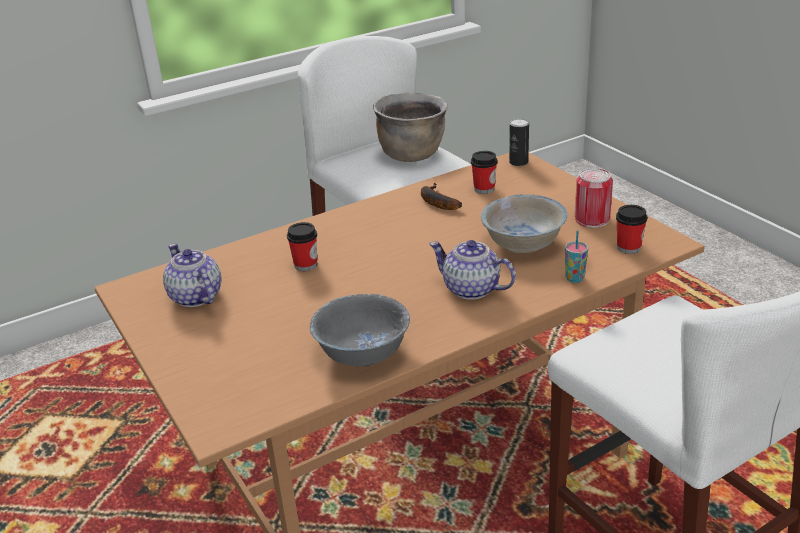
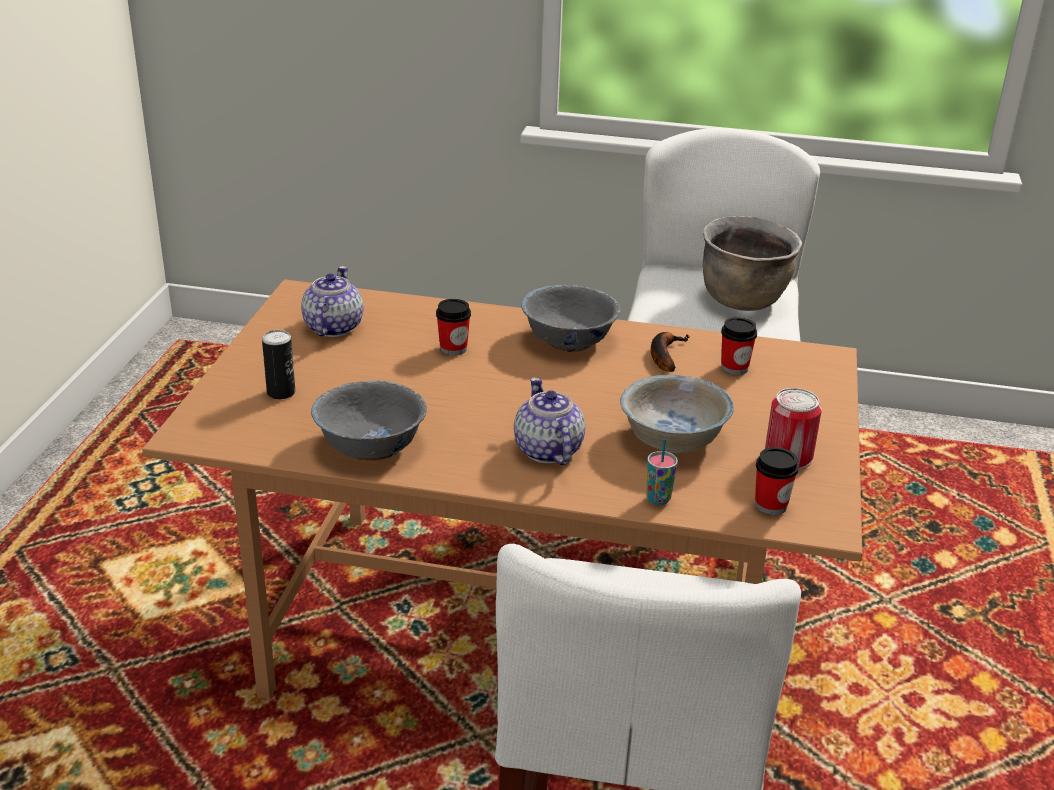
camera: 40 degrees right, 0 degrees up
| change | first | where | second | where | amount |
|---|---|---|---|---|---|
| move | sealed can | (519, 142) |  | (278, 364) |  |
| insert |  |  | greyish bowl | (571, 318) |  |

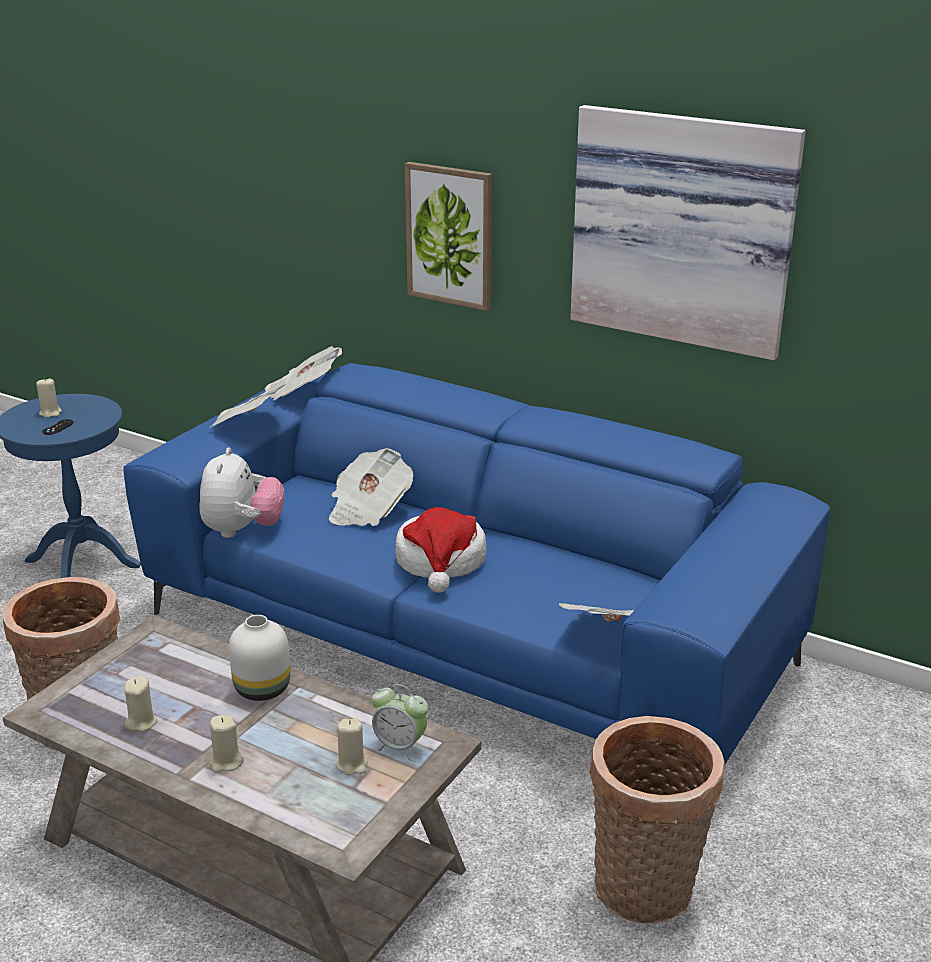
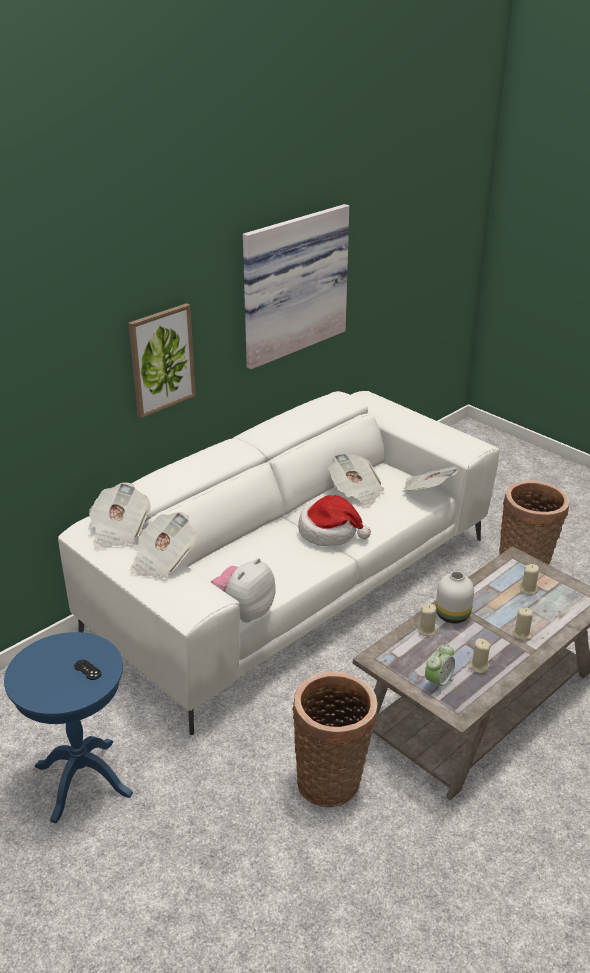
camera: 75 degrees left, 5 degrees up
| change | first | where | second | where | amount |
|---|---|---|---|---|---|
| recolor | bluish couch | (476, 564) | white couch | (278, 563) |  |
| rotate | cuddly toy | (241, 493) |  | (243, 590) | 75 degrees counterclockwise |
| move | daily paper | (371, 487) |  | (356, 480) |  |
| move | beige-coloured wax candle | (49, 398) |  | (427, 620) |  |
| move | table clock | (400, 723) |  | (440, 669) |  |

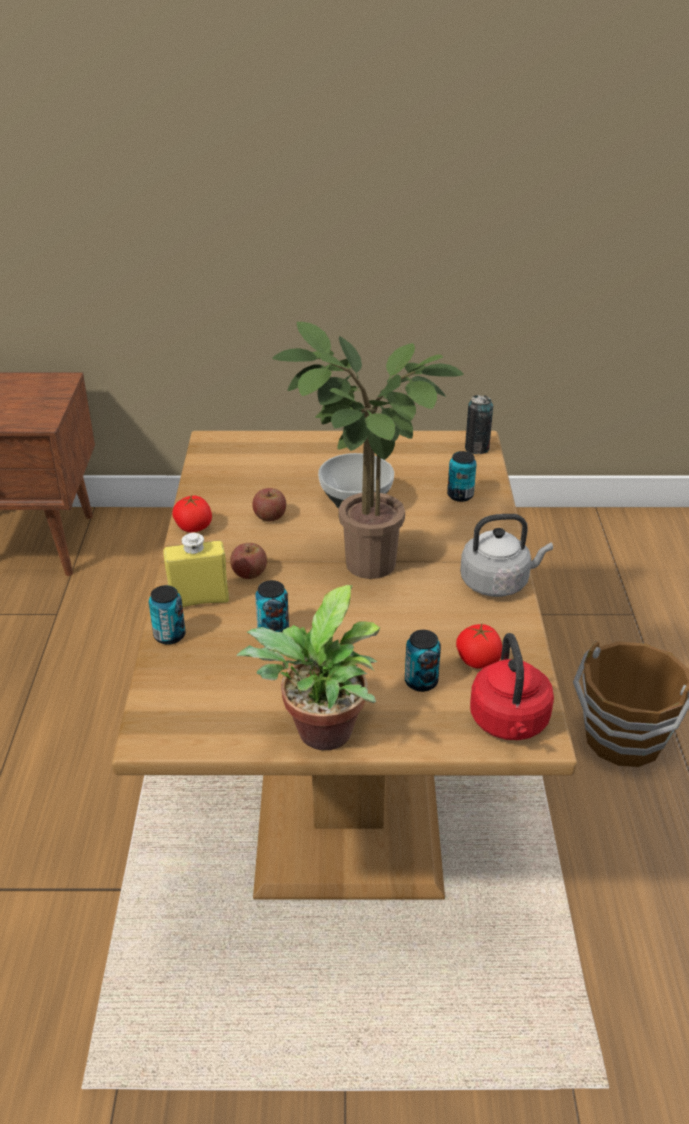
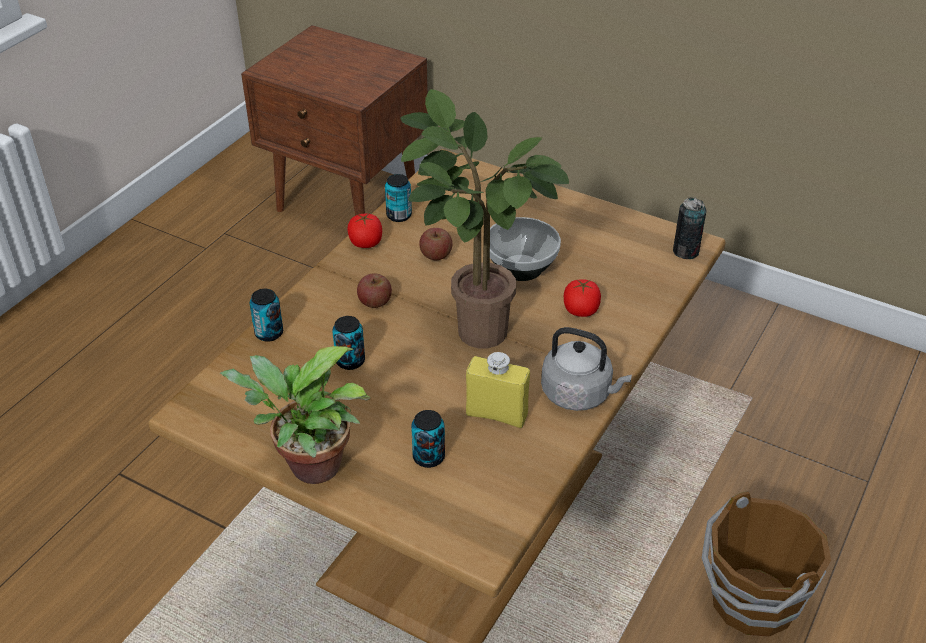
camera: 30 degrees right, 5 degrees up
| change | first | where | second | where | amount |
|---|---|---|---|---|---|
| move | sealed can | (462, 476) |  | (398, 198) |  |
| move | yellowish bottle | (196, 570) |  | (498, 390) |  |
| move | whole tomato | (479, 646) |  | (582, 298) |  |
| delete | red-coloured tea kettle | (512, 686) |  |  |  |

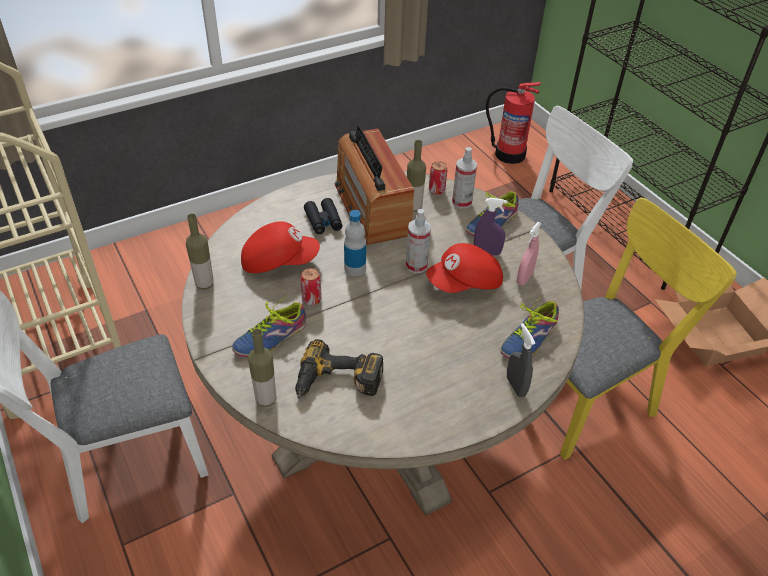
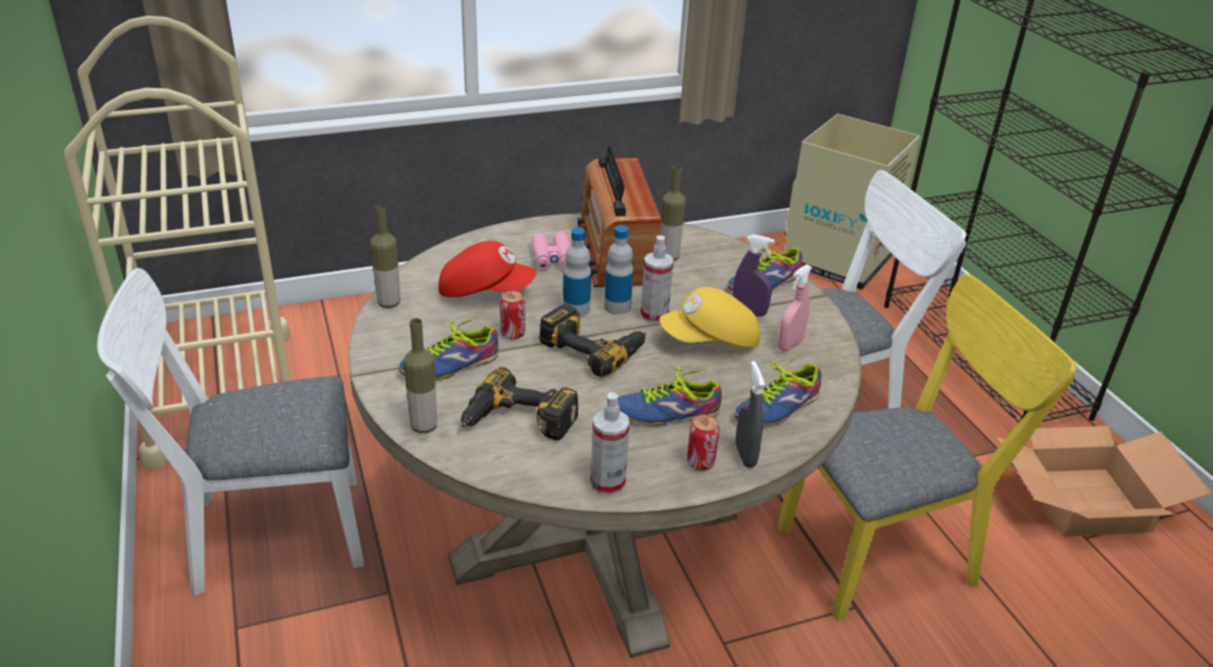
camera: 10 degrees right, 10 degrees down
| change | first | where | second | where | amount |
|---|---|---|---|---|---|
| recolor | black field glasses | (323, 216) | pink-coloured field glasses | (550, 251) |  |
| insert |  |  | power drill | (592, 340) |  |
| move | hand sprayer | (464, 178) |  | (610, 444) |  |
| insert |  |  | bottle | (618, 270) |  |
| insert |  |  | shoe | (670, 396) |  |
| recolor | red-coloured baseball cap | (464, 268) | yellowish baseball cap | (710, 317) |  |
| move | sealed can | (438, 178) |  | (703, 442) |  |
| replace | extinguisher | (513, 123) | cardboard box | (852, 202) |  |

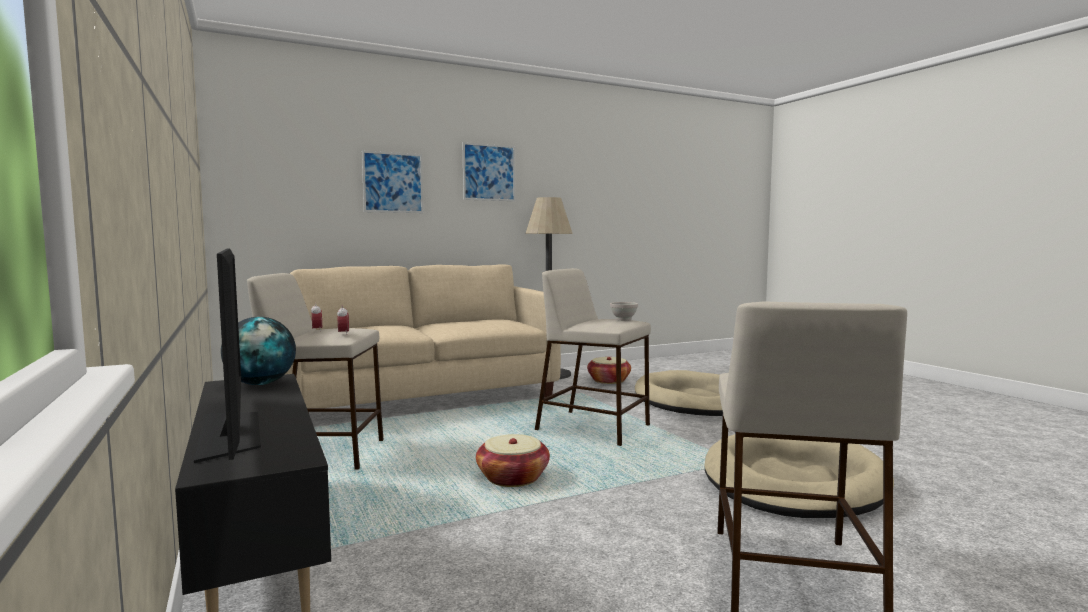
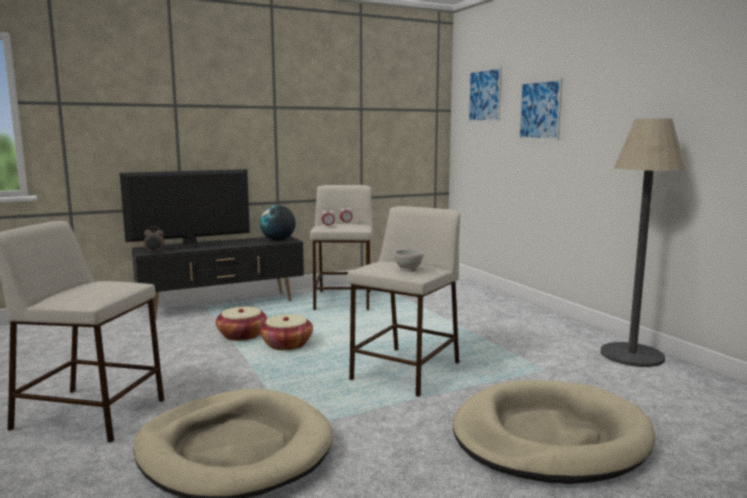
camera: 90 degrees right, 5 degrees up
| change | first | where | second | where | amount |
|---|---|---|---|---|---|
| insert |  |  | table clock | (154, 240) |  |
| move | basket | (609, 370) |  | (241, 323) |  |
| move | wall picture | (489, 171) |  | (485, 94) |  |
| delete | beige-coloured couch | (422, 336) |  |  |  |

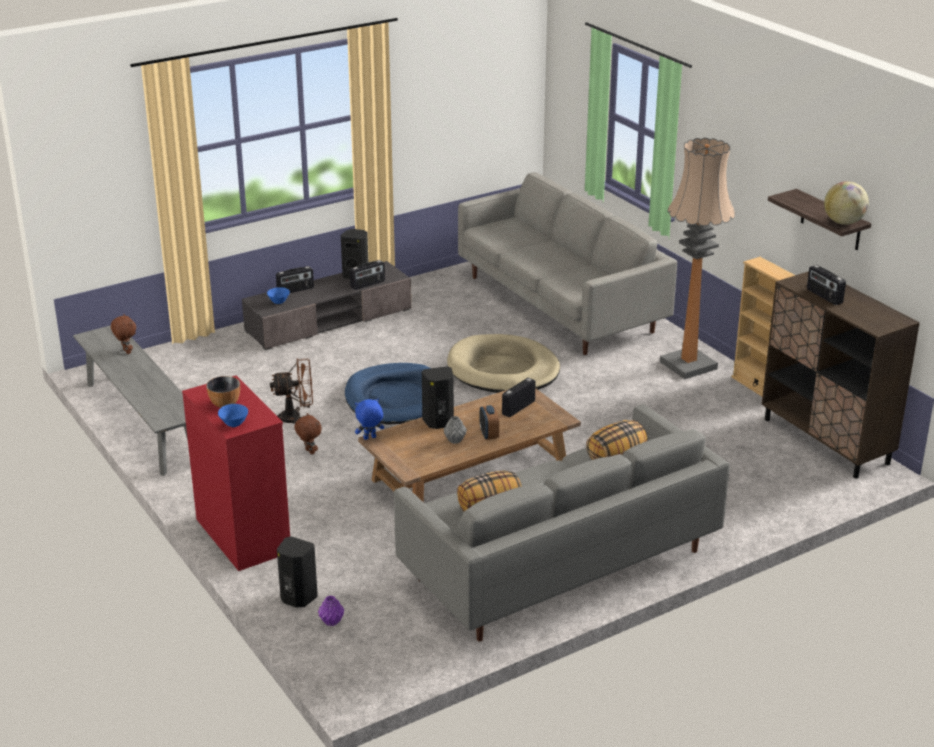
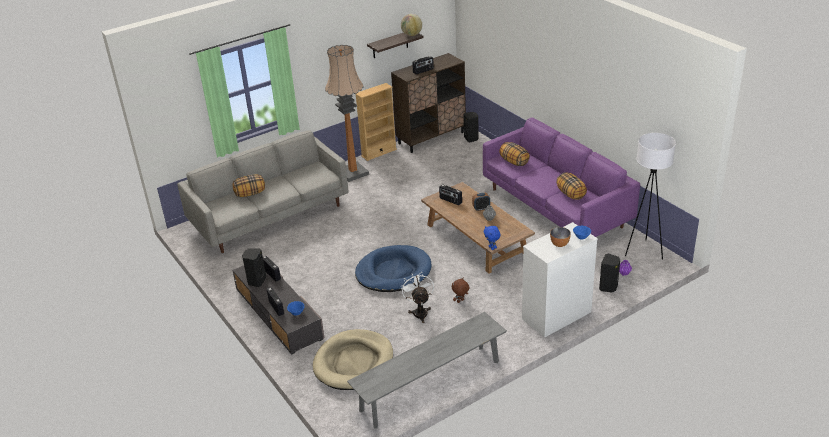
camera: 90 degrees left, 5 degrees up
| change | first | where | second | where | amount |
|---|---|---|---|---|---|
| insert |  |  | cushion | (249, 185) |  |
| move | beige-coloured pet bed | (503, 363) |  | (353, 359) |  |
| recolor | brownish fan | (291, 391) | white fan | (417, 298) |  |
| move | black loudspeaker | (438, 397) |  | (471, 127) |  |
| recolor | greyish couch | (562, 523) | purple-coloured couch | (561, 177) |  |
| recolor | red-coloured dresser | (236, 473) | white dresser | (560, 280) |  |
| insert |  |  | white standard lamp | (650, 196) |  |
| delete | brownish cuddly toy | (123, 334) |  |  |  |

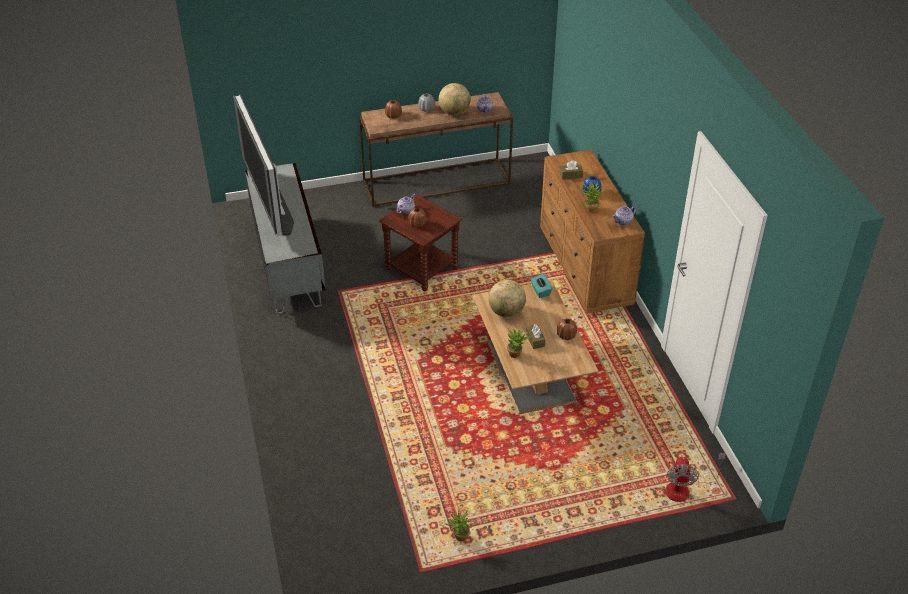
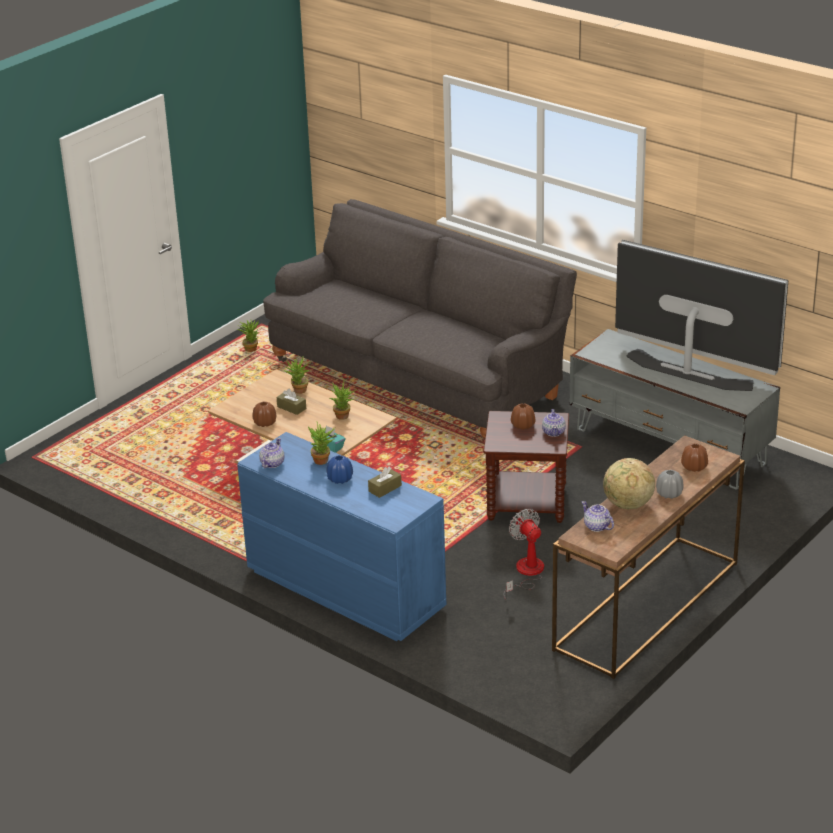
camera: 145 degrees right, 10 degrees down
| change | first | where | second | where | amount |
|---|---|---|---|---|---|
| recolor | brownish dresser | (592, 231) | bluish dresser | (341, 536) |  |
| insert |  |  | greyish couch | (420, 318) |  |
| replace | desk globe | (507, 298) | plant in a pot | (343, 400) |  |
| move | fan | (695, 477) |  | (524, 554) |  |

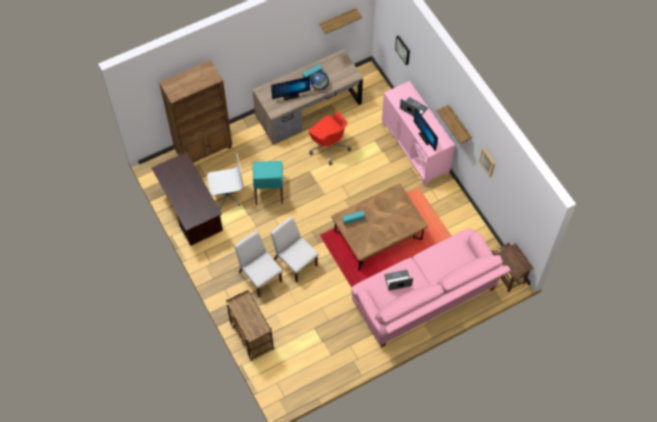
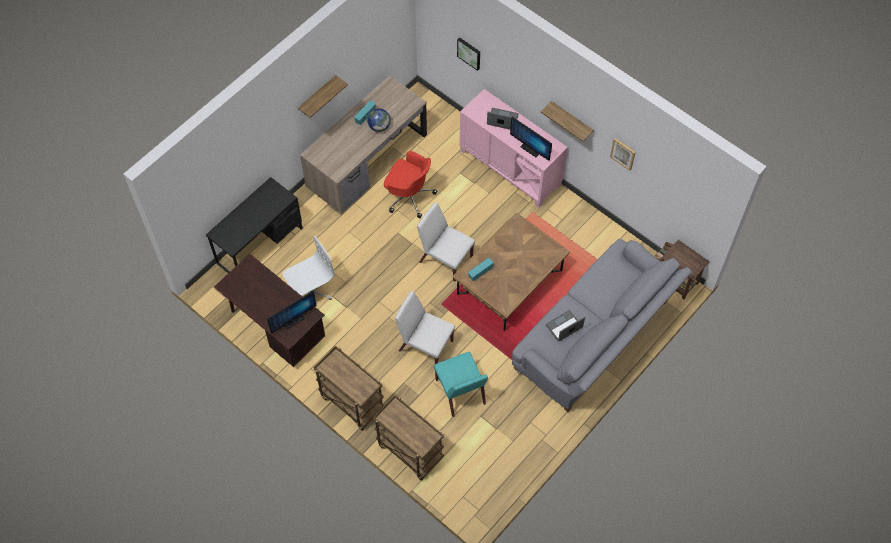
camera: 20 degrees left, 0 degrees up
| change | first | where | second | where | amount |
|---|---|---|---|---|---|
| replace | brownish bookcase | (195, 111) | black desk unit | (254, 225) |  |
| move | computer screen | (290, 88) |  | (292, 312) |  |
| move | bracket shelf | (341, 21) |  | (323, 96) |  |
| insert |  |  | brownish trolley | (349, 388) |  |
| move | white upright chair | (259, 264) |  | (446, 242) |  |
| move | turquoise-coloured upright chair | (268, 183) |  | (461, 384) |  |
| recolor | pink-coloured couch | (430, 287) | greyish couch | (602, 325) |  |

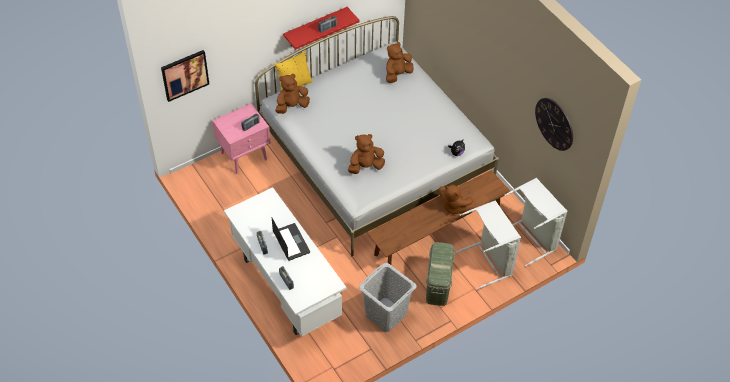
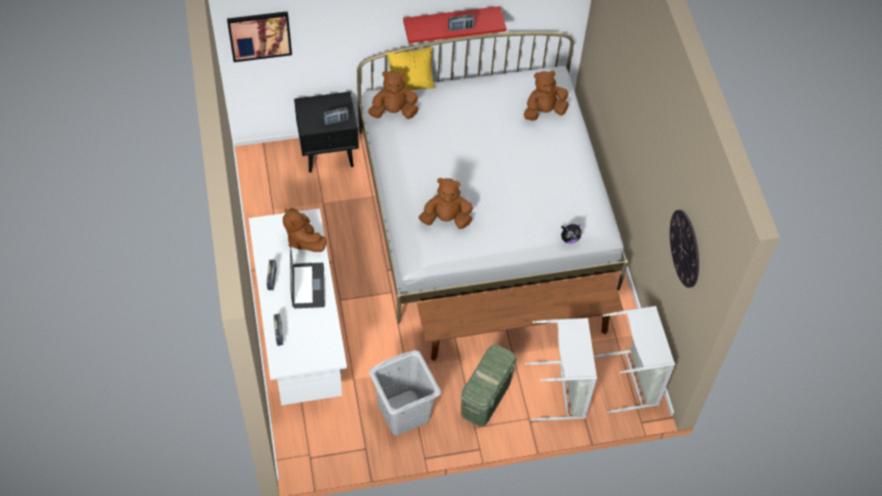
camera: 20 degrees right, 5 degrees up
| change | first | where | second | where | amount |
|---|---|---|---|---|---|
| move | brownish cuddly toy | (457, 200) |  | (305, 230) |  |
| recolor | pink-coloured night table | (241, 138) | black night table | (326, 132) |  |

